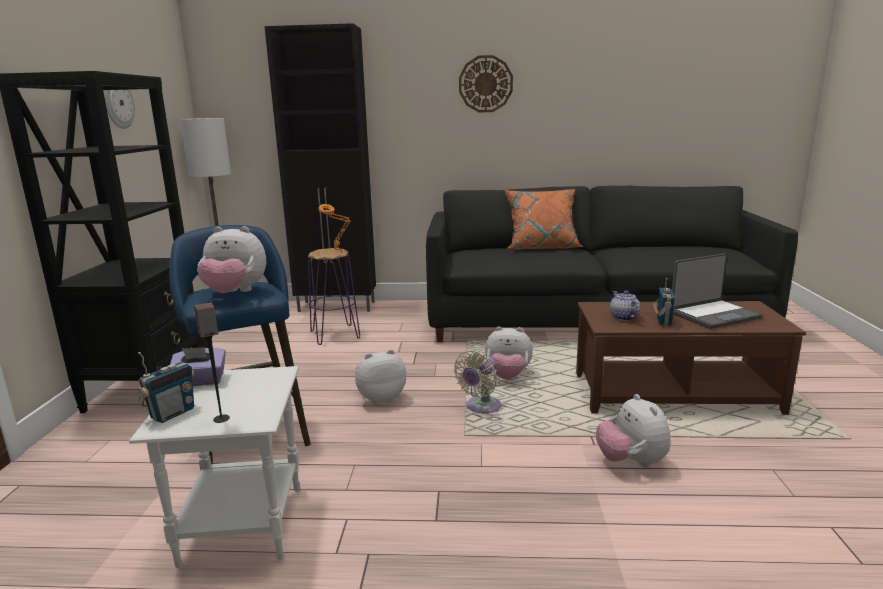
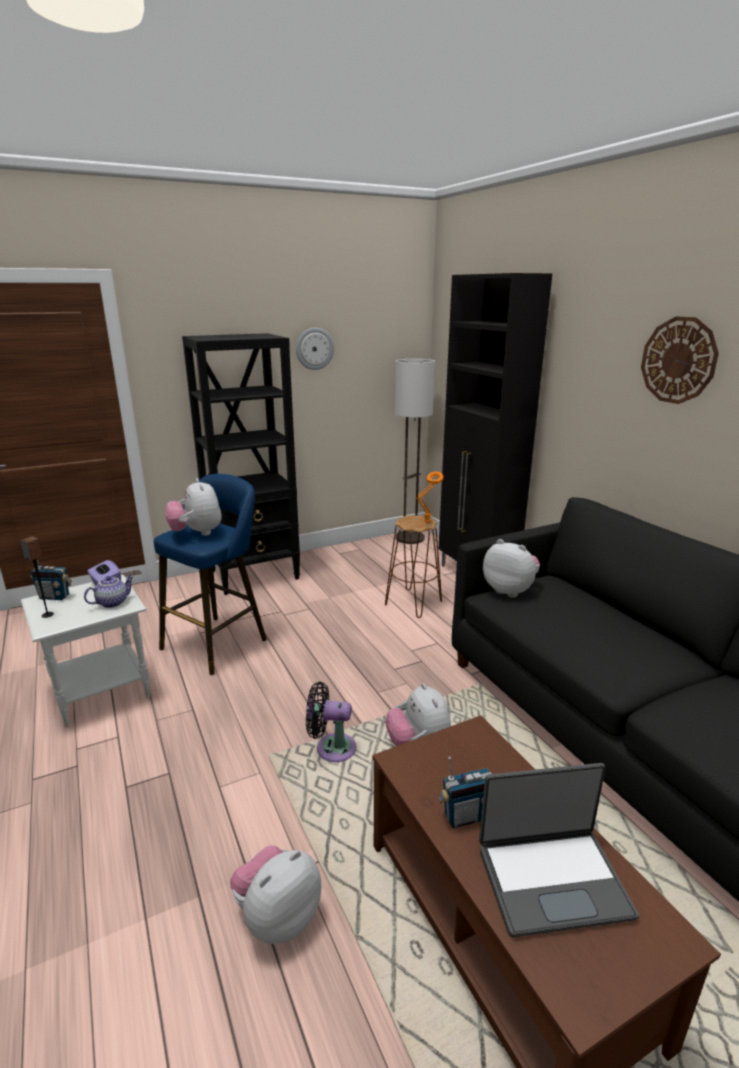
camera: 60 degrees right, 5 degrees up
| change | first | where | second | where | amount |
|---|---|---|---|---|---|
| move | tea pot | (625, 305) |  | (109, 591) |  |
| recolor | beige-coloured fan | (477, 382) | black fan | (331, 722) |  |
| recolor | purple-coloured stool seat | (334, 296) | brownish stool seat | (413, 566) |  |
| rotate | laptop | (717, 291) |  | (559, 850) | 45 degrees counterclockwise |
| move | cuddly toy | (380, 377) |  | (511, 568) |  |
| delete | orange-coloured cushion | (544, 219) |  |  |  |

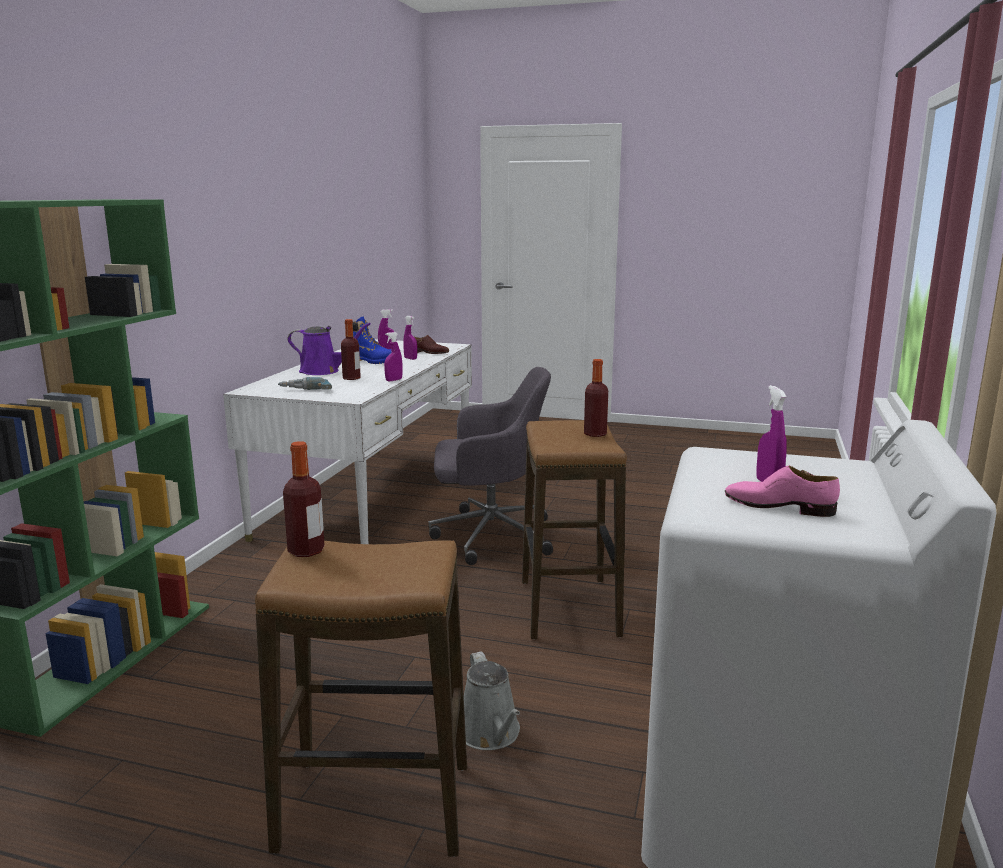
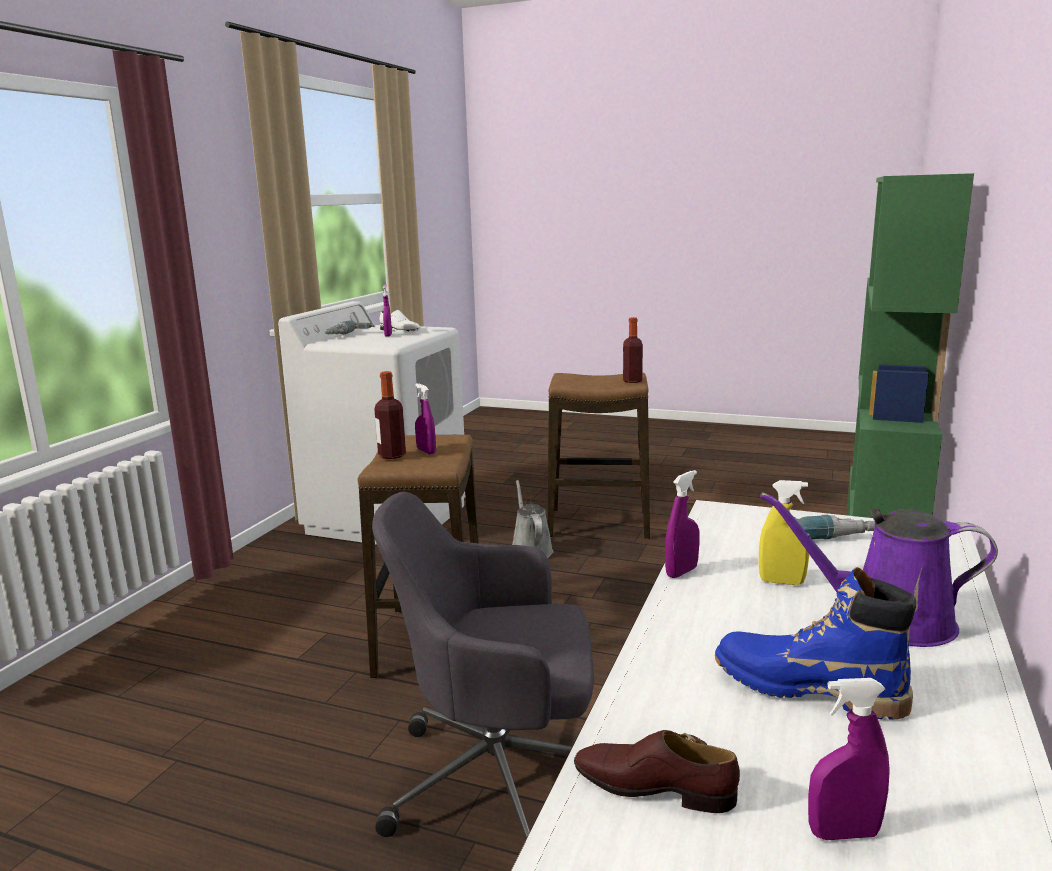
camera: 175 degrees left, 0 degrees up
| change | first | where | second | where | amount |
|---|---|---|---|---|---|
| insert |  |  | power drill | (349, 327) |  |
| recolor | pink-coloured shoe | (782, 491) | white shoe | (400, 321) |  |
| move | purple-coloured hand sprayer | (410, 338) |  | (425, 418) |  |
| replace | bottle | (351, 349) | yellowish hand sprayer | (784, 532) |  |

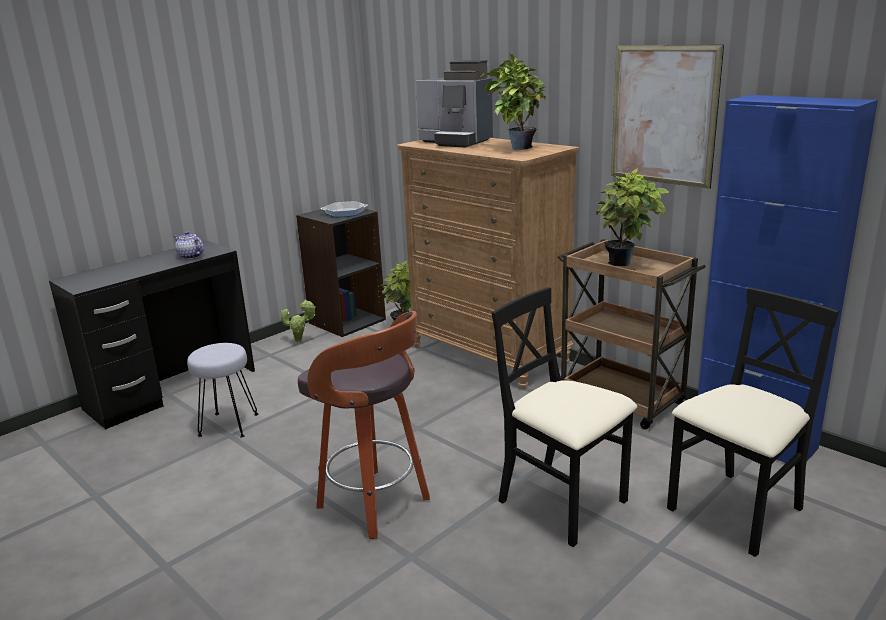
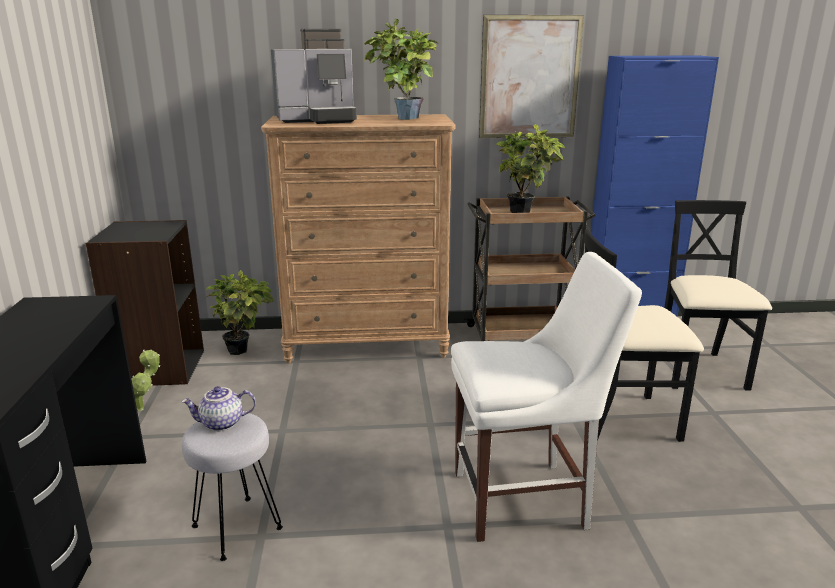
camera: 50 degrees left, 0 degrees up
| change | first | where | second | where | amount |
|---|---|---|---|---|---|
| move | tea pot | (189, 245) |  | (218, 408) |  |
| replace | stool seat | (364, 425) | white upright chair | (546, 397) |  |
| delete | frying pan | (344, 209) |  |  |  |

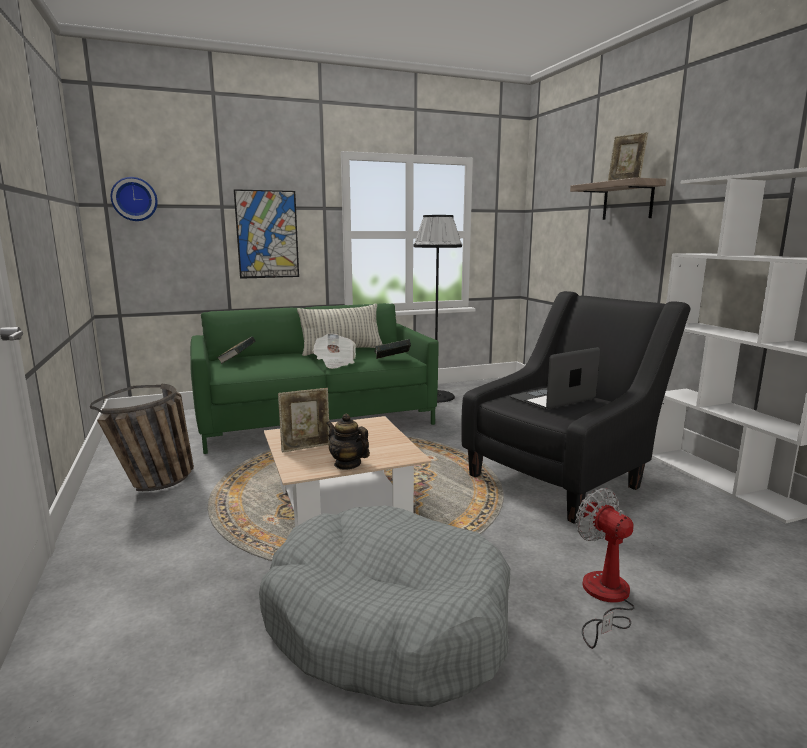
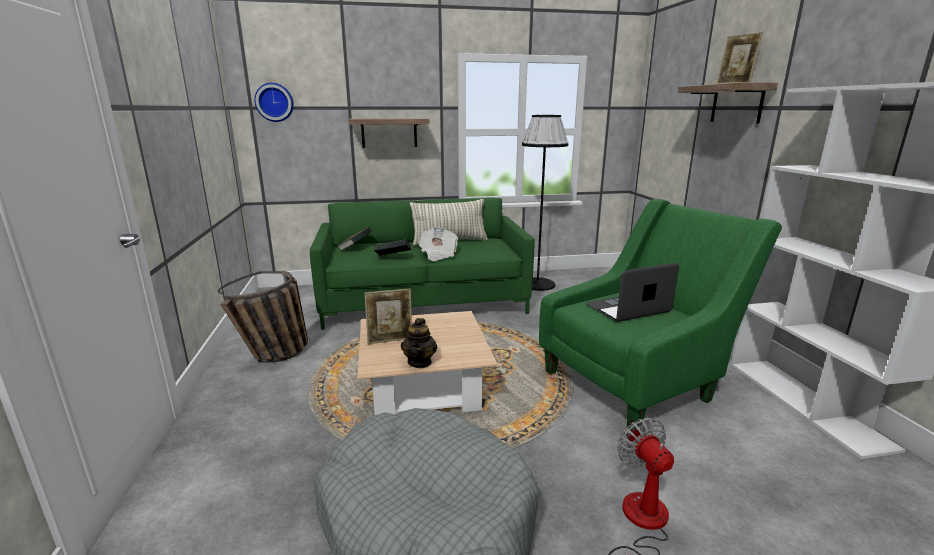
camera: 10 degrees right, 5 degrees up
| change | first | where | second | where | amount |
|---|---|---|---|---|---|
| replace | wall picture | (266, 234) | bracket shelf | (389, 133) |  |
| move | bound book | (393, 349) |  | (392, 248) |  |
| rotate | tea pot | (348, 441) |  | (419, 343) | 135 degrees counterclockwise |
| recolor | black lounge chair | (576, 407) | green lounge chair | (660, 315) |  |

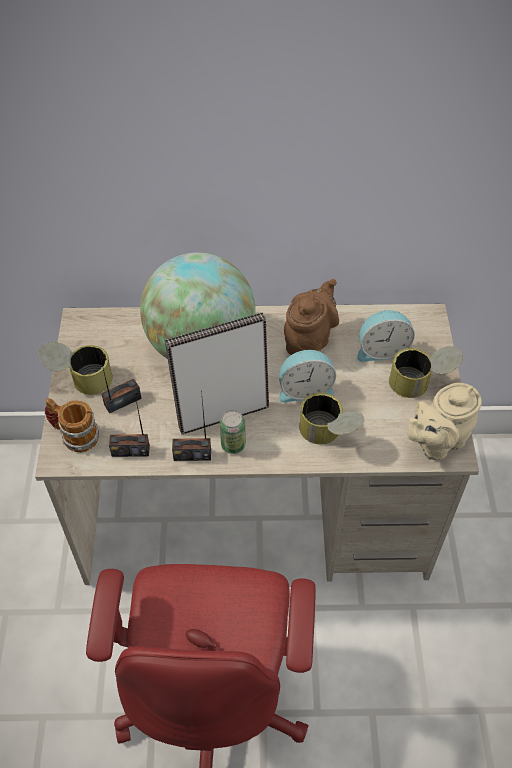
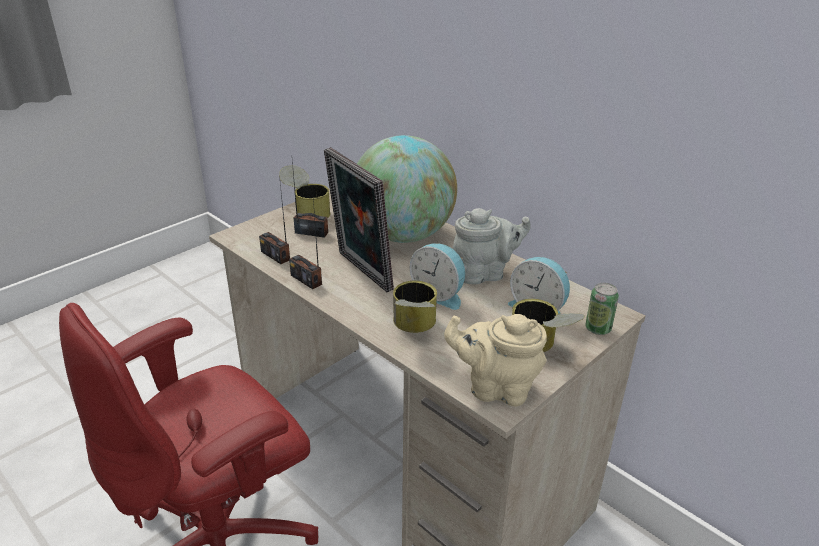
camera: 45 degrees right, 20 degrees down
| change | first | where | second | where | amount |
|---|---|---|---|---|---|
| rotate | photo frame | (217, 374) |  | (359, 219) | 150 degrees counterclockwise |
| recolor | brownish tea pot | (311, 317) | greyish tea pot | (492, 246) |  |
| move | sealed can | (233, 432) |  | (602, 309) |  |
| delete | coffee mug | (72, 425) |  |  |  |

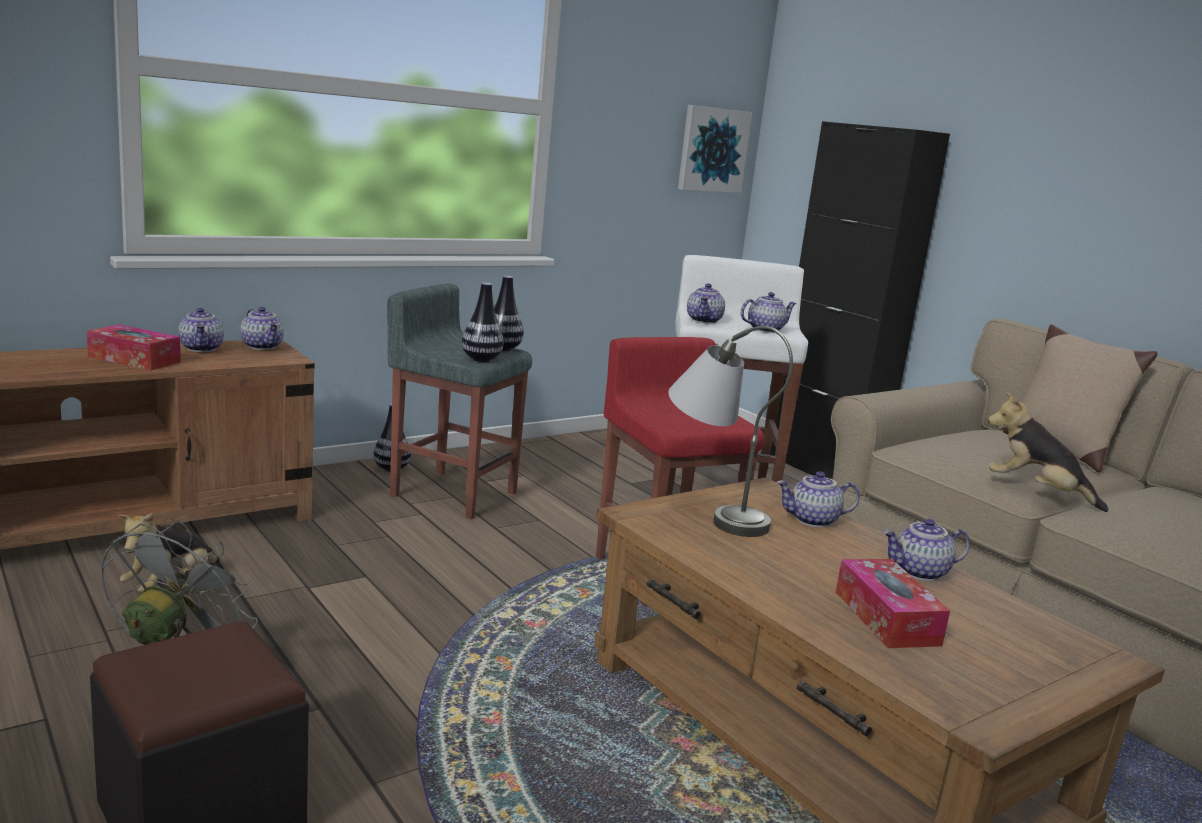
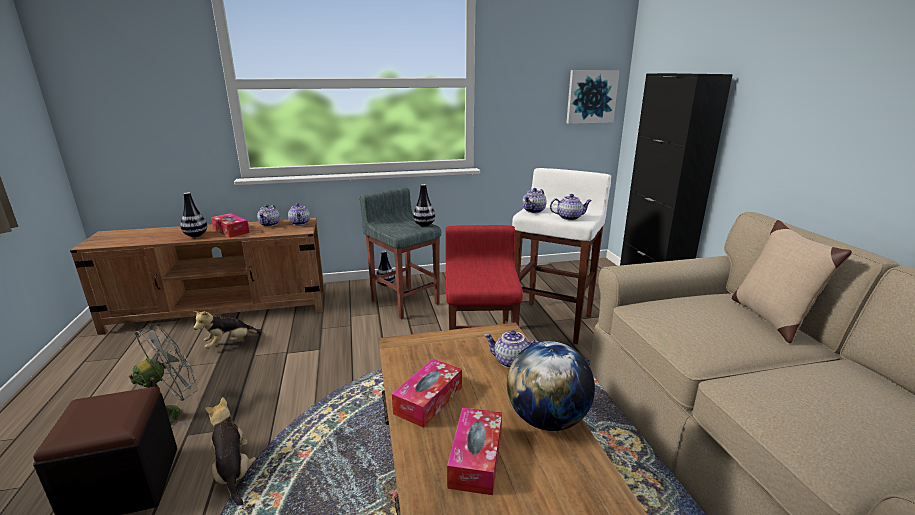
camera: 25 degrees right, 5 degrees up
| change | first | where | second | where | amount |
|---|---|---|---|---|---|
| move | decorative vase | (483, 322) |  | (193, 214) |  |
| move | cuddly toy | (1048, 452) |  | (230, 451) |  |
| insert |  |  | tissue box | (427, 393) |  |
| replace | tea pot | (926, 550) | desk globe | (551, 386) |  |
| delete | greyish table lamp | (731, 431) |  |  |  |

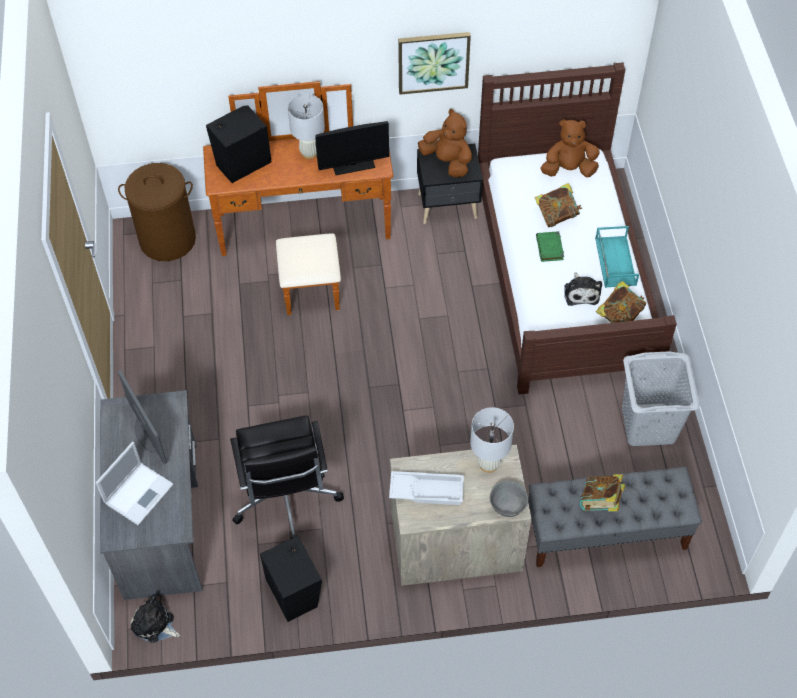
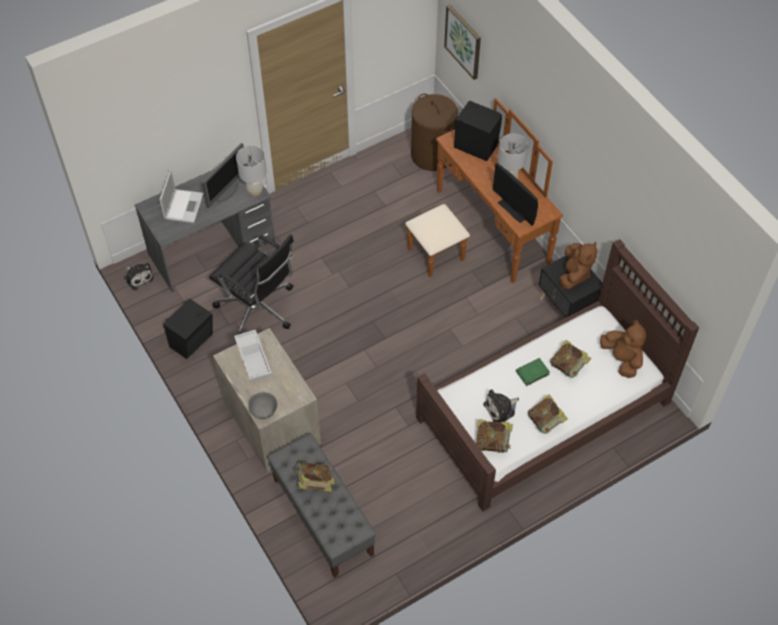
camera: 65 degrees right, 0 degrees up
| change | first | where | second | where | amount |
|---|---|---|---|---|---|
| rotate | cuddly toy | (155, 619) |  | (139, 276) | 135 degrees clockwise |
| rotate | laptop | (135, 483) |  | (181, 196) | 90 degrees counterclockwise |
| rotate | black computer chair | (287, 477) |  | (251, 284) | 105 degrees counterclockwise |
| move | white table lamp | (492, 440) |  | (251, 170) |  |
| move | wall picture | (434, 63) |  | (462, 42) |  |
| replace | turquoise-coloured serving tray | (617, 257) | bound book | (548, 414) |  |
| delete | greyish washing basket | (661, 398) |  |  |  |

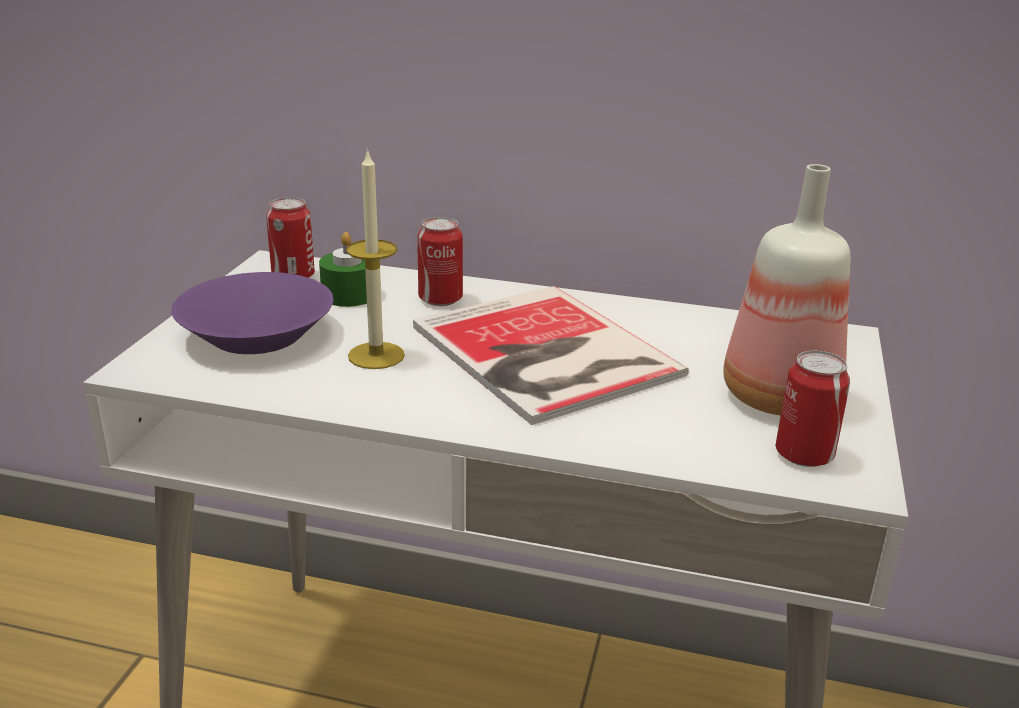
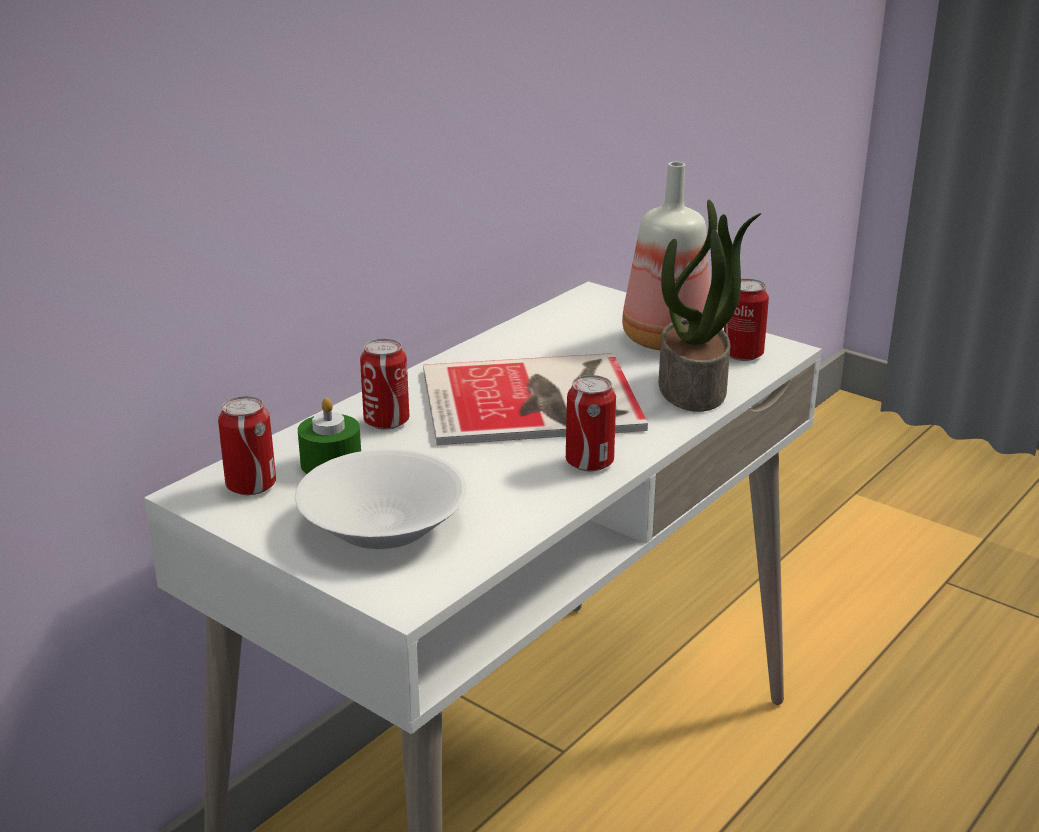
camera: 65 degrees left, 0 degrees up
| change | first | where | second | where | amount |
|---|---|---|---|---|---|
| recolor | purple-coloured bowl | (252, 313) | white bowl | (381, 499) |  |
| insert |  |  | sealed can | (591, 423) |  |
| insert |  |  | plant in a pot | (710, 305) |  |
| delete | wax candle | (375, 258) |  |  |  |

